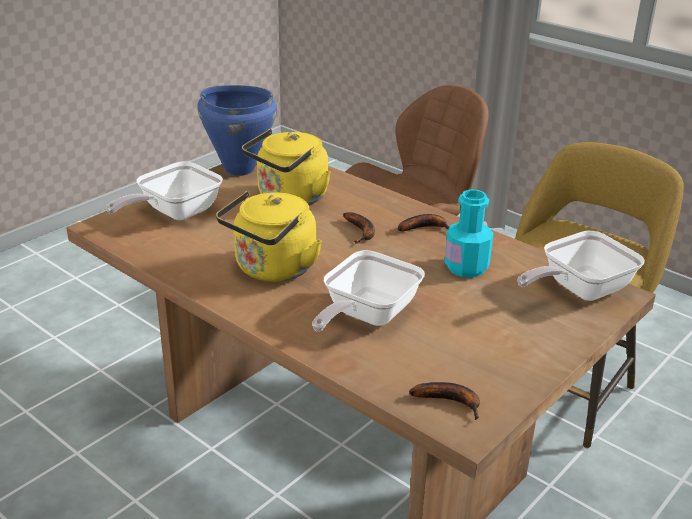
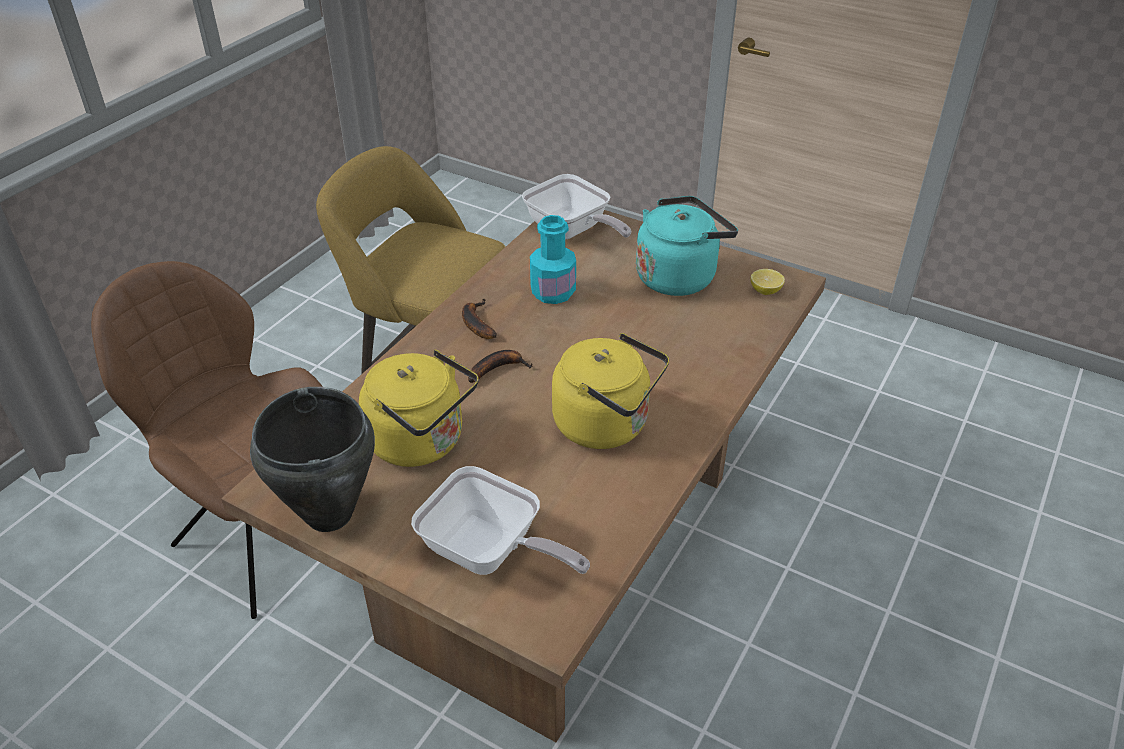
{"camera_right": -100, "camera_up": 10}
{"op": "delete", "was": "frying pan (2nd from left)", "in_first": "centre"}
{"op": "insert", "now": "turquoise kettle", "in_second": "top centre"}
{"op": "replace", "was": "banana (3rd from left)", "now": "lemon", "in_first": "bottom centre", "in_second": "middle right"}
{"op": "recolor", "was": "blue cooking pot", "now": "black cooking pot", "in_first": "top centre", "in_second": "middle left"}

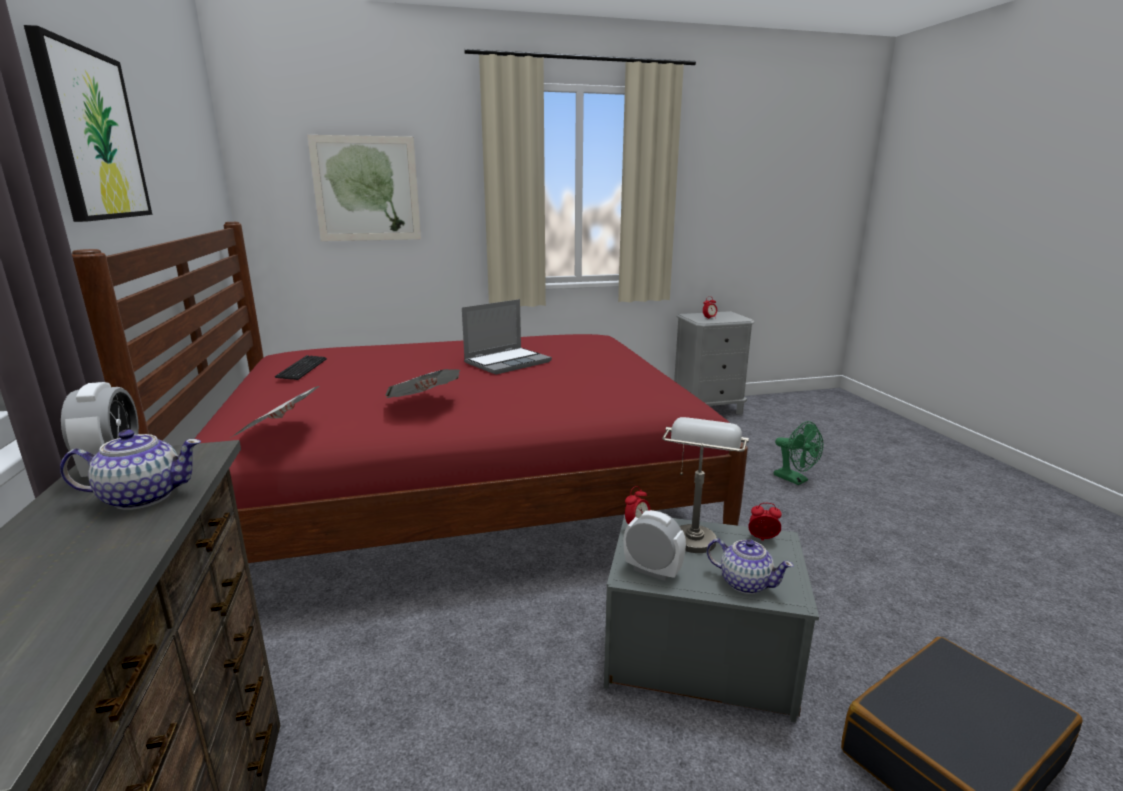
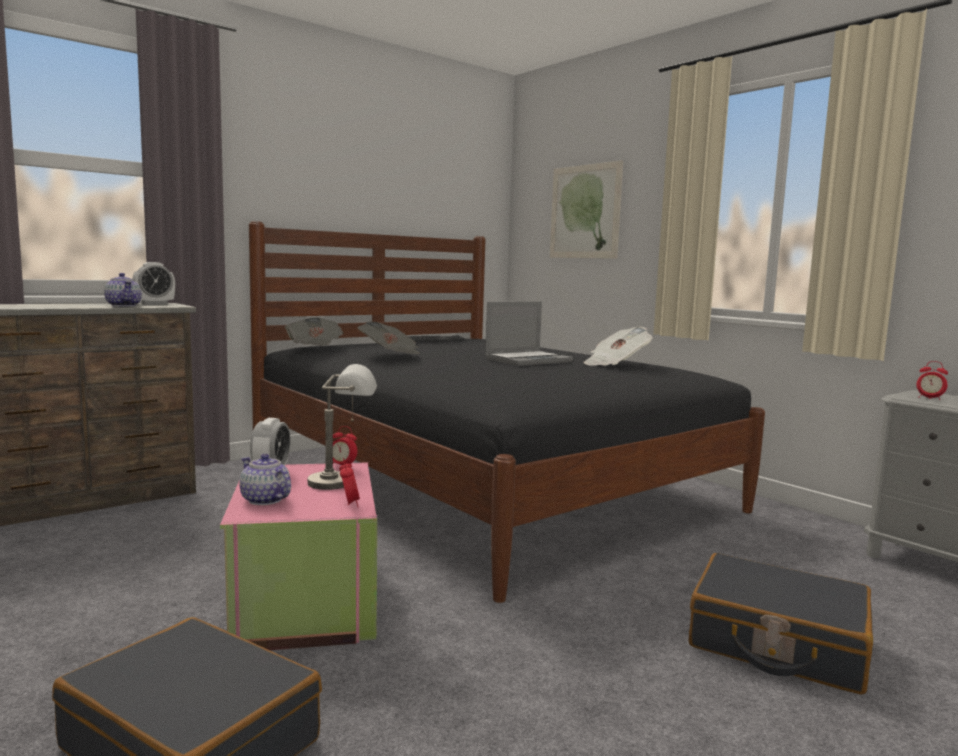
{"camera_right": 65, "camera_up": -10}
{"op": "delete", "was": "picture (1st from left)", "in_first": "top left"}
{"op": "insert", "now": "newspaper (3rd from left)", "in_second": "centre"}
{"op": "replace", "was": "green fan", "now": "black suitcase (2nd from left)", "in_first": "middle right", "in_second": "bottom right"}
{"op": "recolor", "was": "red bed", "now": "black bed", "in_first": "centre", "in_second": "centre"}
{"op": "recolor", "was": "grey storage box", "now": "pink storage box", "in_first": "bottom centre", "in_second": "bottom left"}
{"op": "rotate", "was": "laptop", "in_first": "centre", "in_second": "centre", "clockwise": -60}
{"op": "rotate", "was": "teapot (2nd from left)", "in_first": "bottom right", "in_second": "middle left", "clockwise": 120}

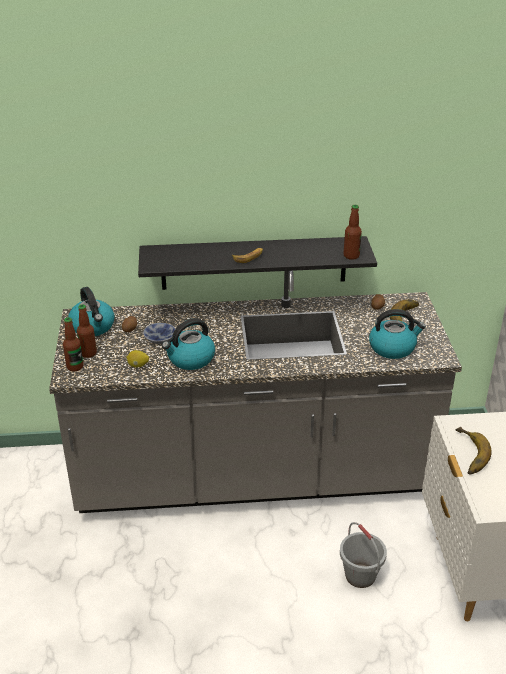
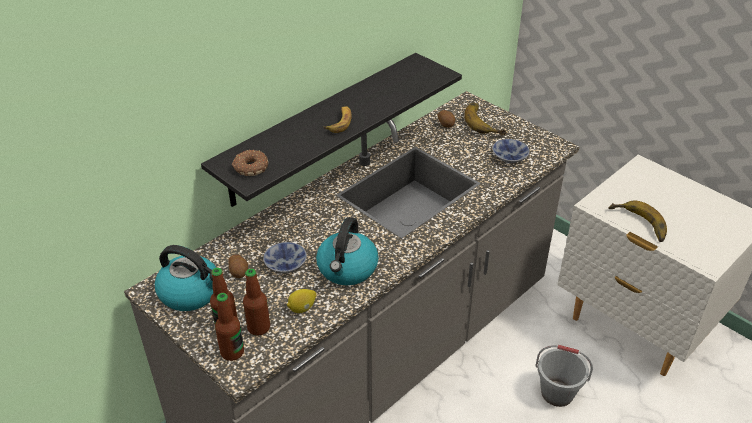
{"camera_right": -40, "camera_up": 5}
{"op": "insert", "now": "donut", "in_second": "middle left"}
{"op": "move", "was": "bottle (3rd from left)", "in_first": "middle right", "in_second": "bottom centre"}
{"op": "replace", "was": "kettle (3rd from left)", "now": "bowl (2nd from left)", "in_first": "middle right", "in_second": "middle right"}

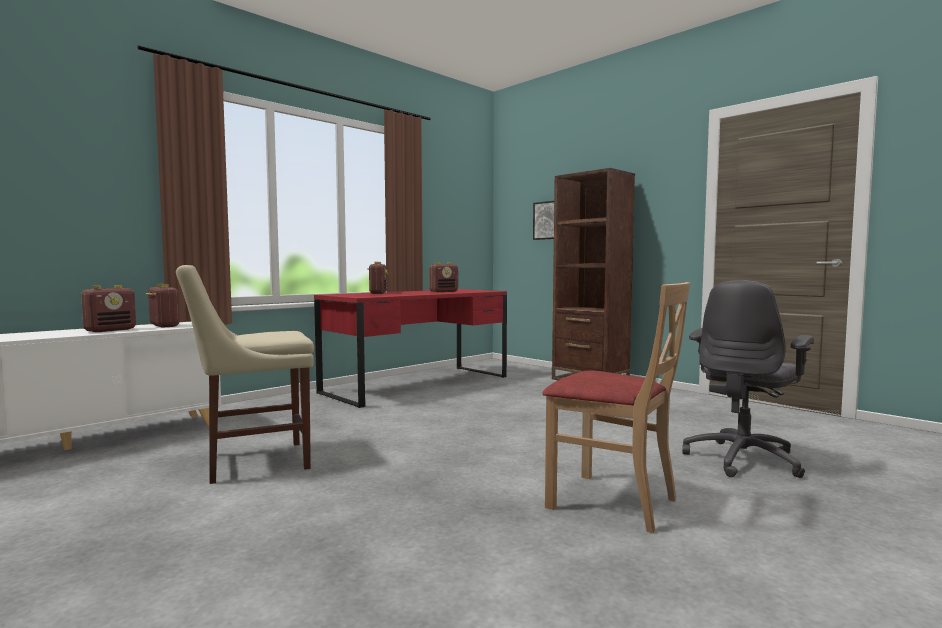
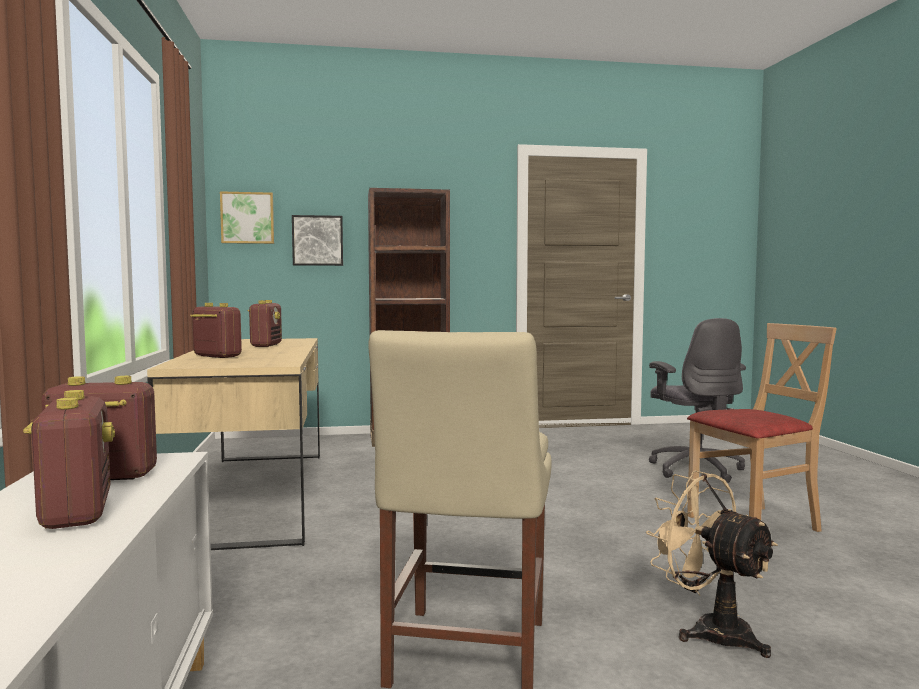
{"camera_right": -55, "camera_up": 0}
{"op": "insert", "now": "picture (1st from left)", "in_second": "top left"}
{"op": "insert", "now": "beige fan", "in_second": "bottom right"}
{"op": "recolor", "was": "red desk", "now": "beige desk", "in_first": "centre", "in_second": "middle left"}

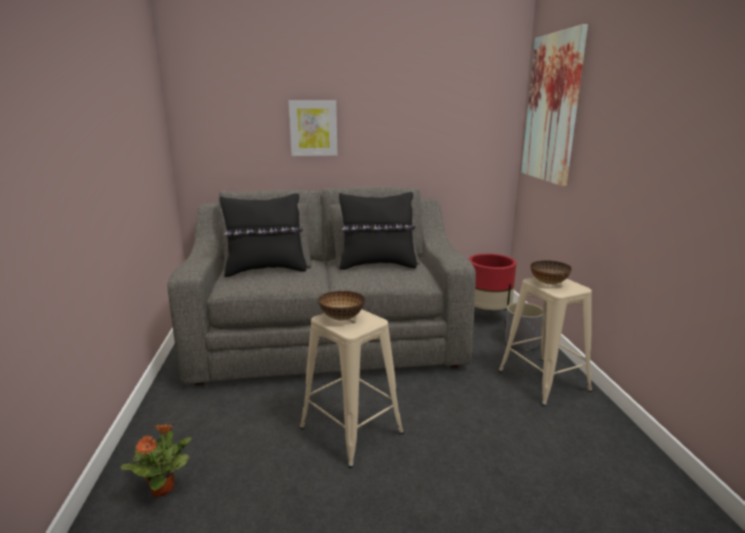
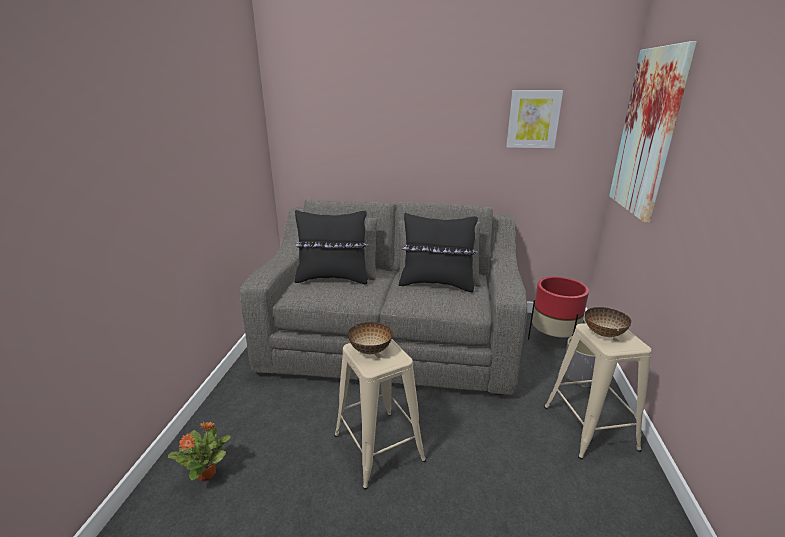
{"camera_right": 15, "camera_up": 5}
{"op": "move", "was": "picture (1st from left)", "in_first": "top centre", "in_second": "top right"}

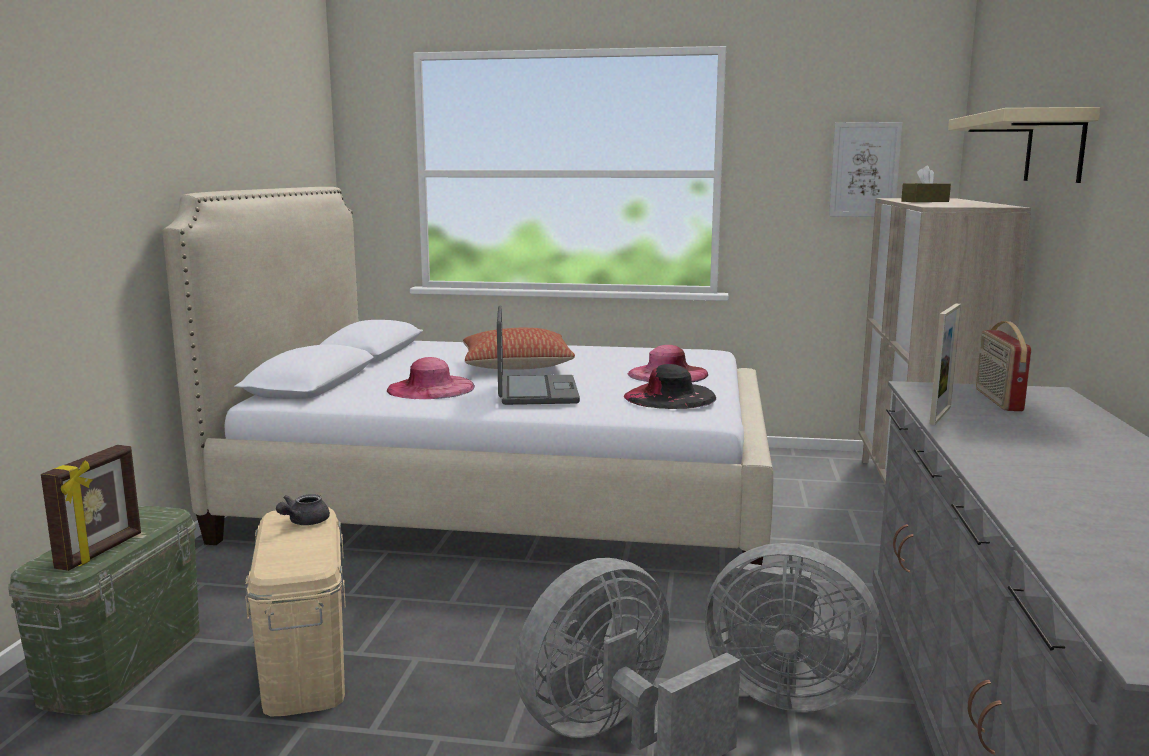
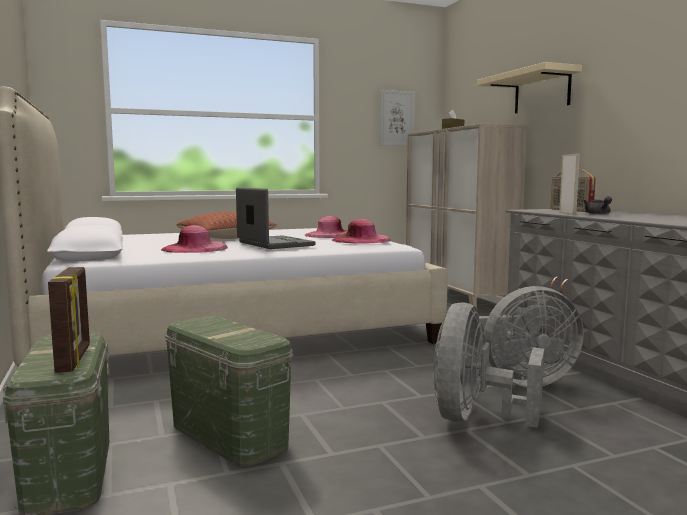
{"camera_right": -30, "camera_up": -5}
{"op": "move", "was": "grey teapot", "in_first": "bottom left", "in_second": "middle right"}
{"op": "recolor", "was": "beige storage box", "now": "green storage box (2nd from left)", "in_first": "bottom left", "in_second": "bottom centre"}
{"op": "recolor", "was": "black hat", "now": "pink hat (3rd from left)", "in_first": "centre", "in_second": "centre"}

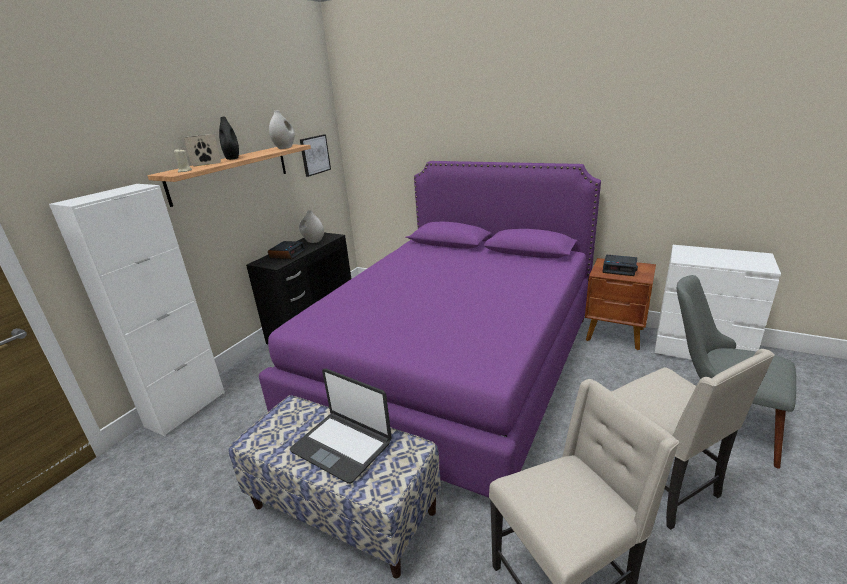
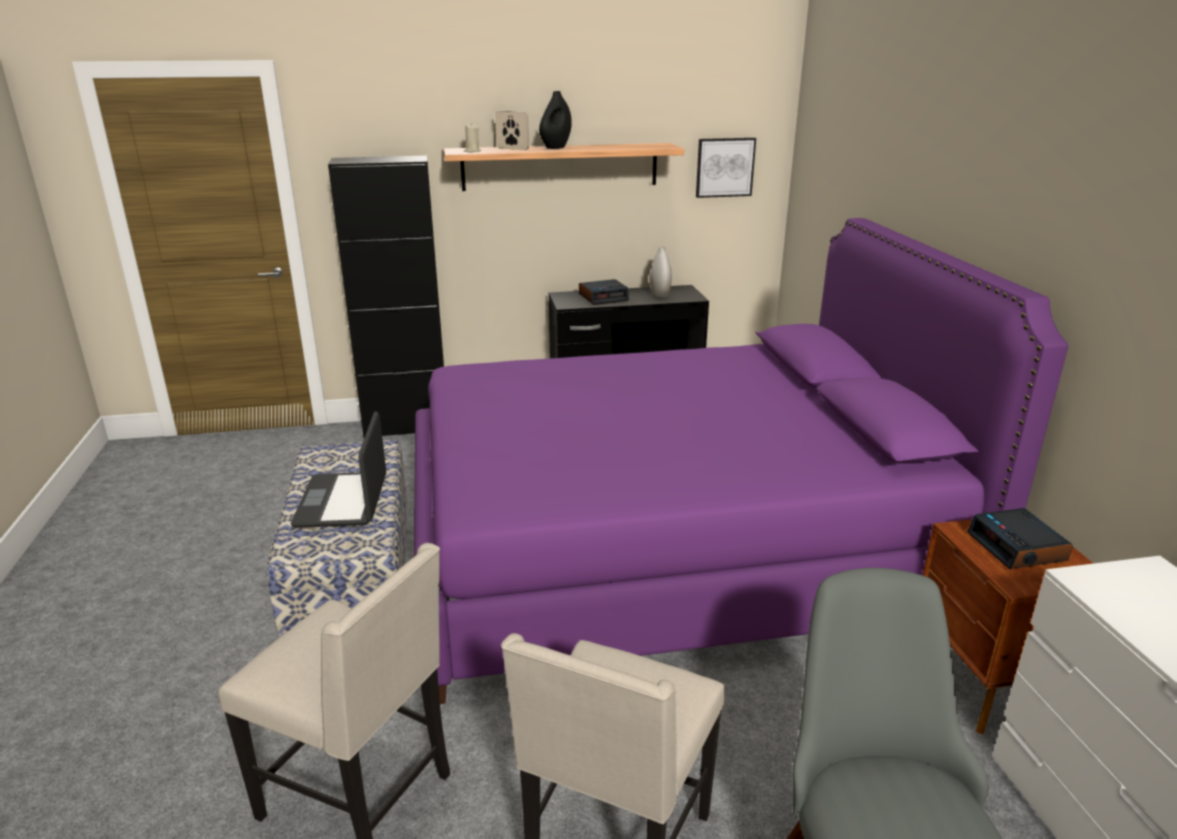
{"camera_right": 50, "camera_up": 0}
{"op": "delete", "was": "white vase (1st from left)", "in_first": "top left"}
{"op": "recolor", "was": "white cabinet", "now": "black cabinet", "in_first": "middle left", "in_second": "middle left"}

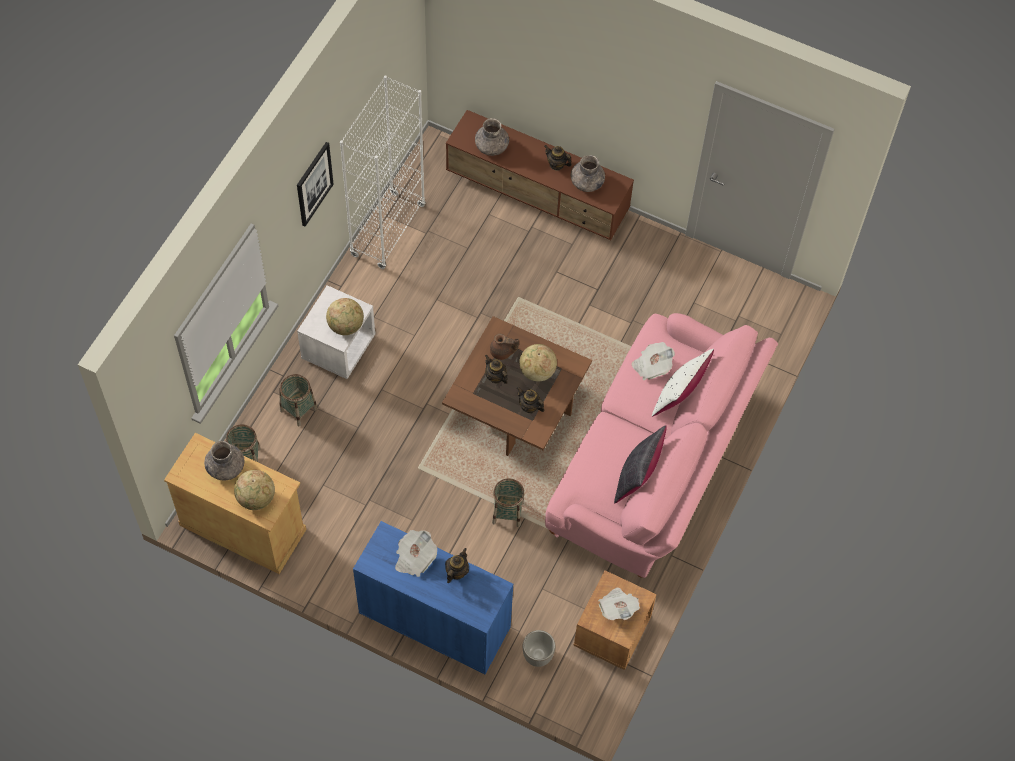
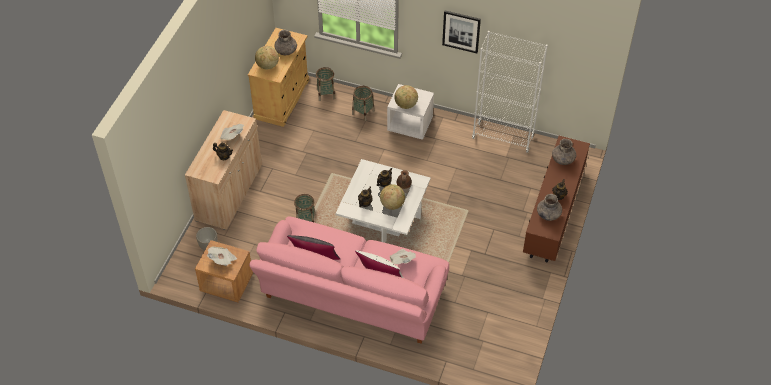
{"camera_right": 85, "camera_up": -10}
{"op": "recolor", "was": "blue cabinet", "now": "beige cabinet (1st from left)", "in_first": "bottom centre", "in_second": "middle left"}
{"op": "recolor", "was": "brown coffee table", "now": "white coffee table", "in_first": "centre", "in_second": "centre"}

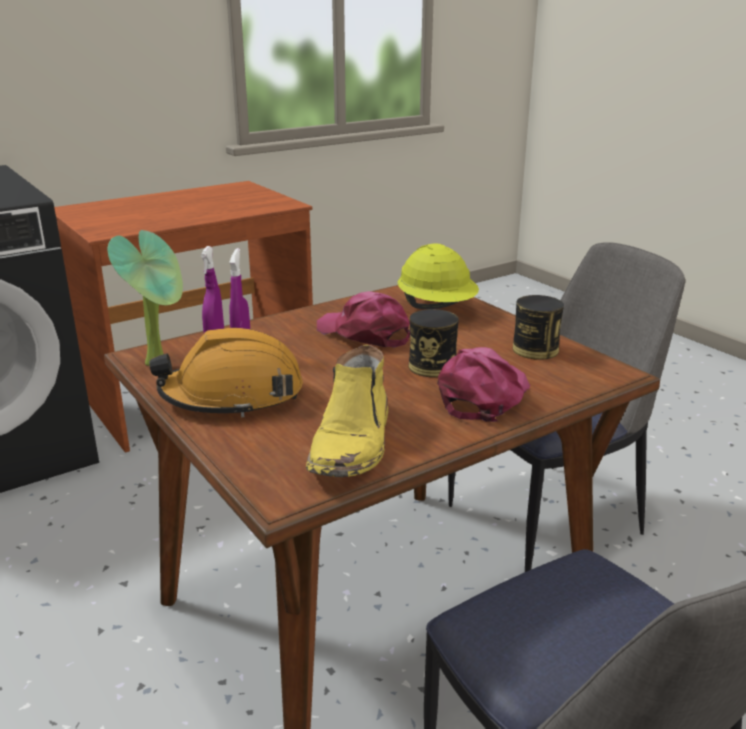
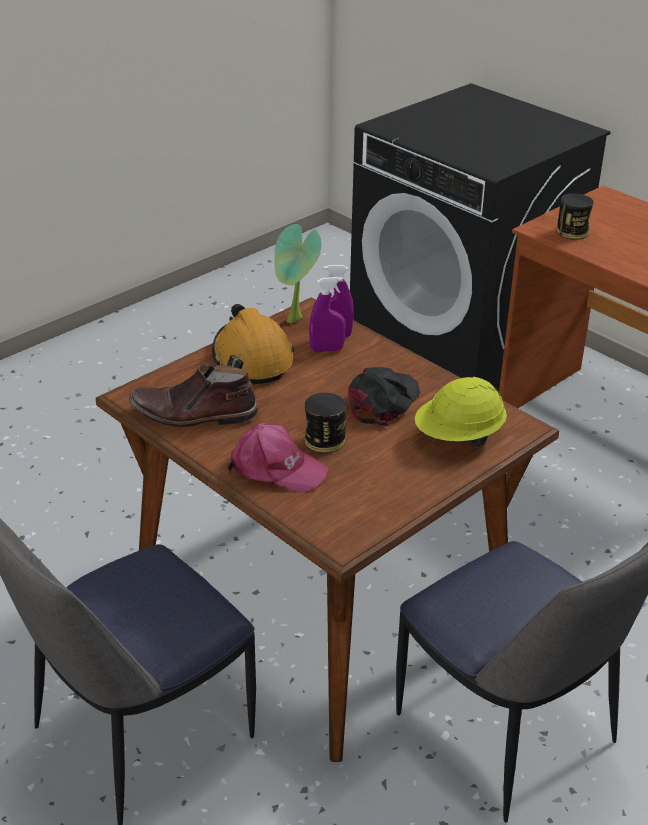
{"camera_right": 80, "camera_up": 10}
{"op": "move", "was": "can (2nd from left)", "in_first": "middle right", "in_second": "top right"}
{"op": "recolor", "was": "yellow boot", "now": "brown boot", "in_first": "centre", "in_second": "middle left"}
{"op": "recolor", "was": "pink cap (1st from left)", "now": "black cap", "in_first": "centre", "in_second": "centre"}

